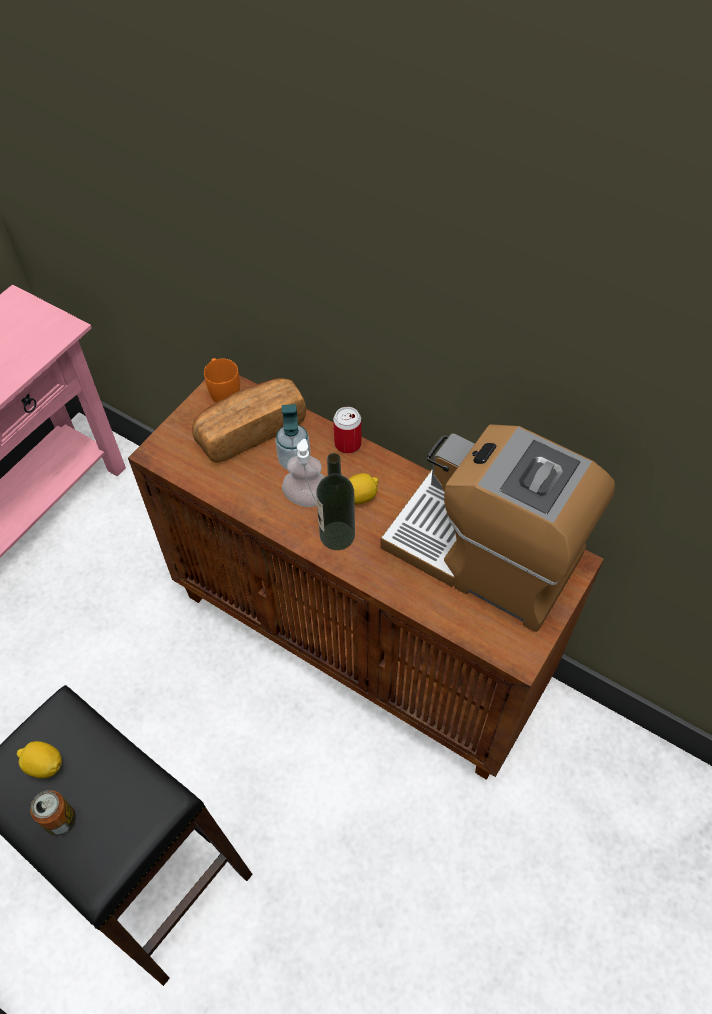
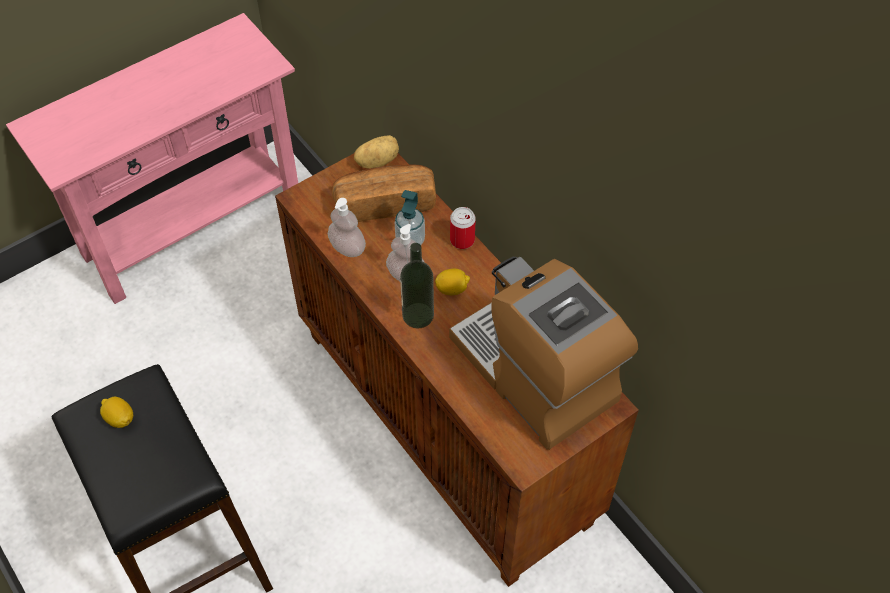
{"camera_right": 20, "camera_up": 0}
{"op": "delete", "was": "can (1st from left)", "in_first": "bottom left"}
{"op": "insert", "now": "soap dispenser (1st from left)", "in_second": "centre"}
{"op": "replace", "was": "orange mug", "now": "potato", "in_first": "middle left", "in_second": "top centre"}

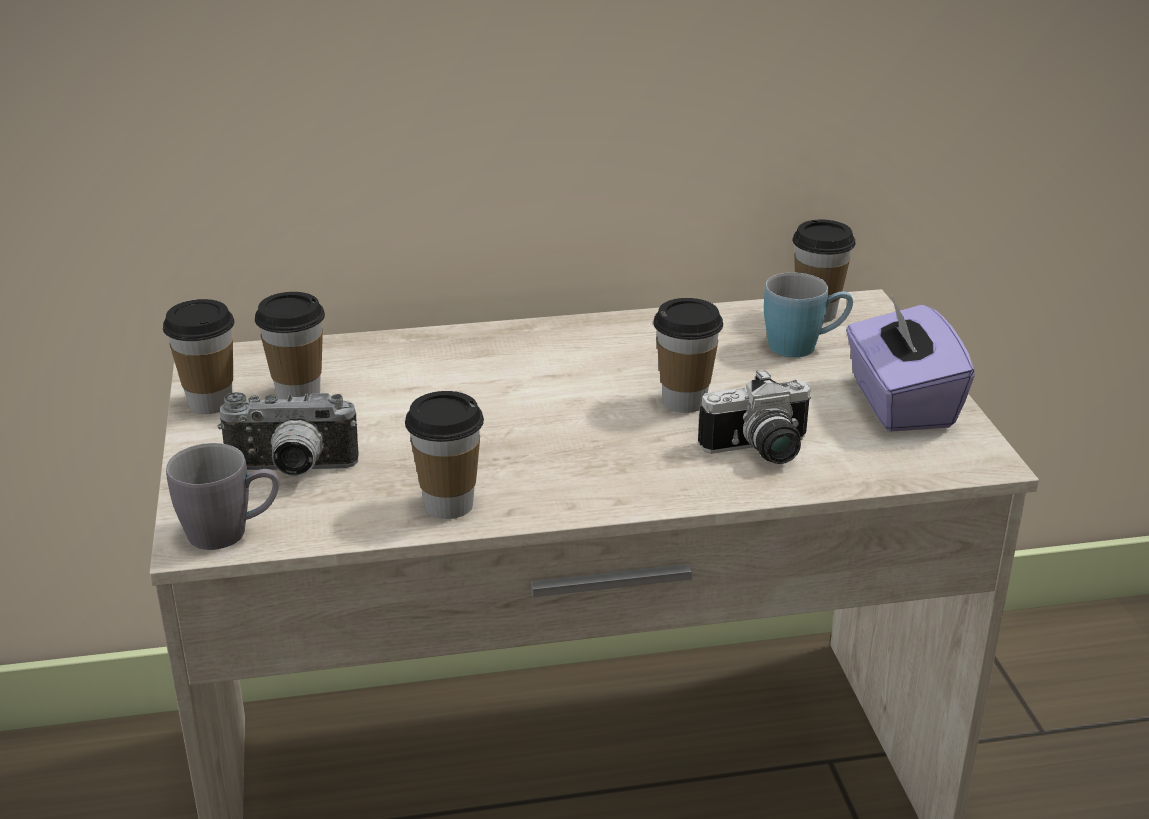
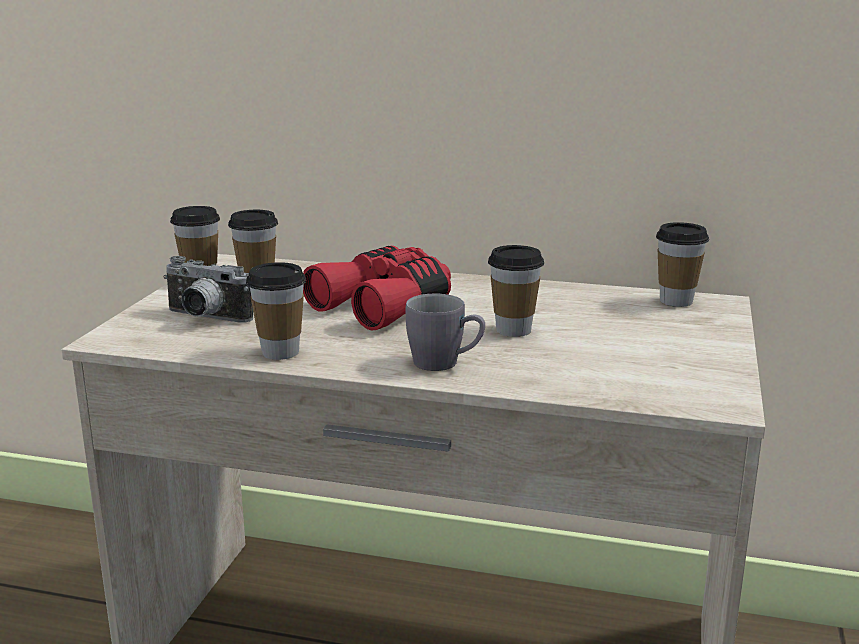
{"camera_right": 25, "camera_up": -10}
{"op": "delete", "was": "photo camera (2nd from left)", "in_first": "centre"}
{"op": "delete", "was": "blue mug", "in_first": "middle right"}
{"op": "delete", "was": "purple tissue box", "in_first": "middle right"}
{"op": "insert", "now": "red binoculars", "in_second": "centre"}
{"op": "move", "was": "grey mug", "in_first": "middle left", "in_second": "centre"}

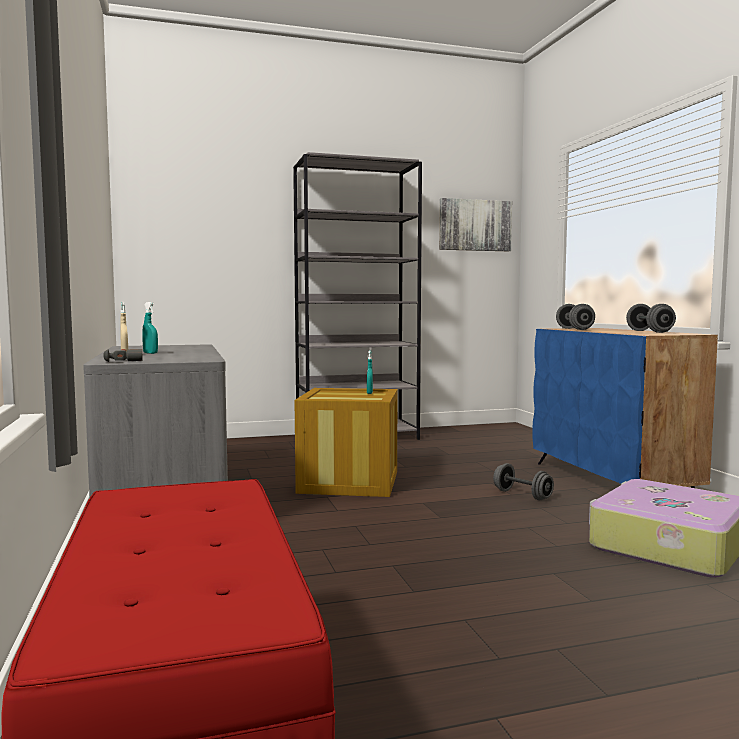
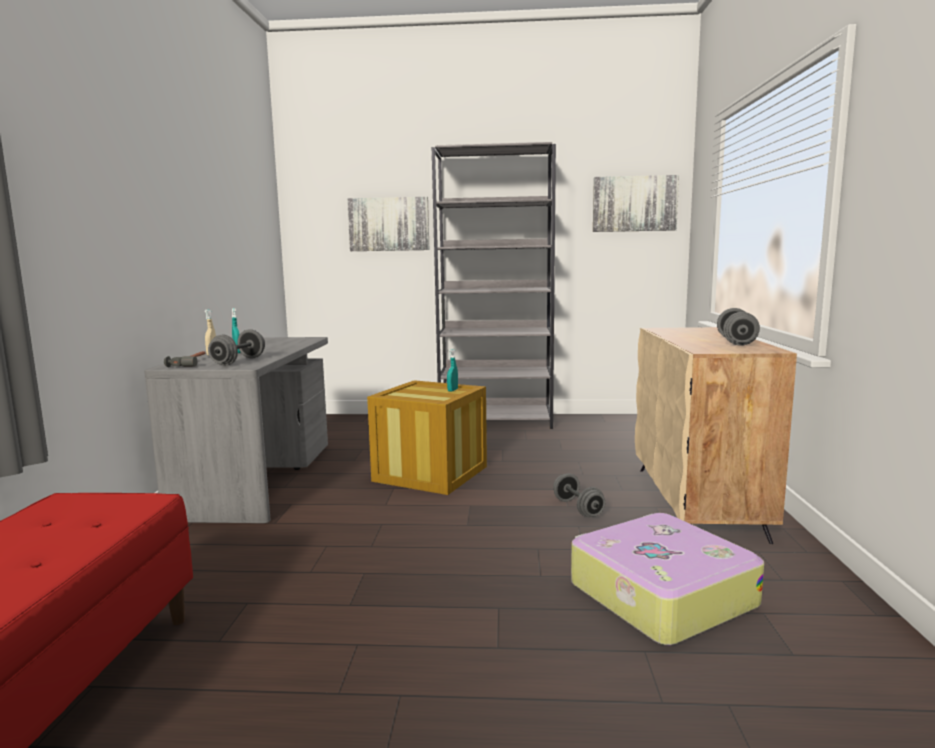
{"camera_right": 20, "camera_up": 5}
{"op": "insert", "now": "picture (1st from left)", "in_second": "top centre"}
{"op": "move", "was": "grey dumbbell (2nd from left in the first image)", "now": "grey dumbbell (1st from left)", "in_first": "middle right", "in_second": "middle left"}
{"op": "recolor", "was": "blue cabinet", "now": "beige cabinet", "in_first": "middle right", "in_second": "middle right"}

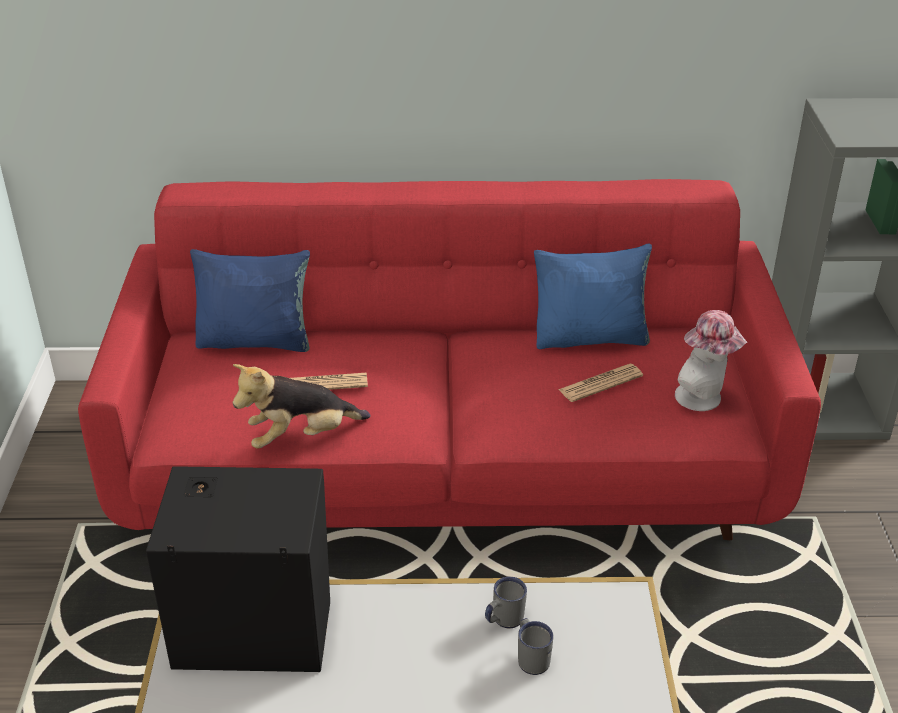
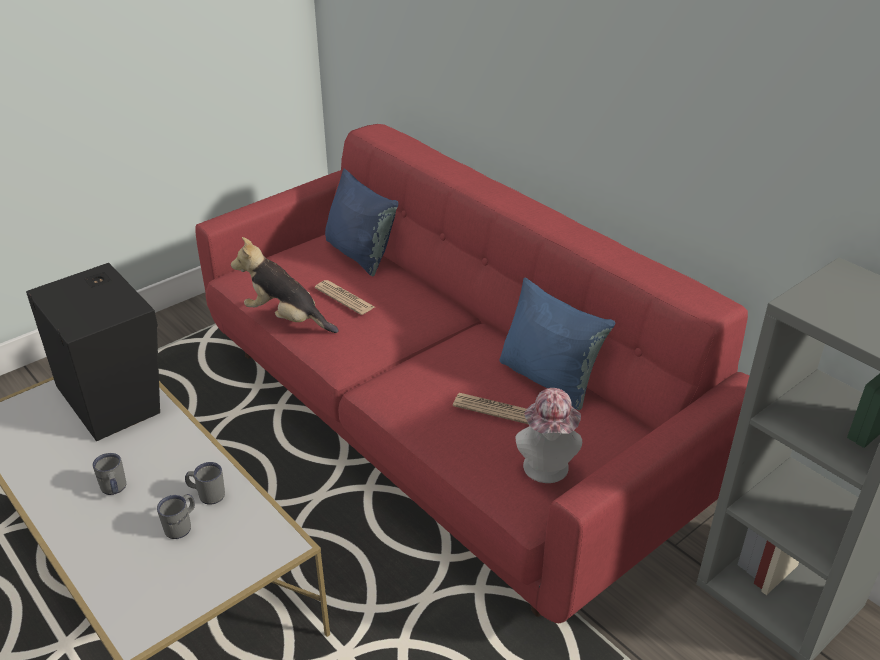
{"camera_right": 50, "camera_up": 0}
{"op": "insert", "now": "grey mug (1st from left)", "in_second": "bottom left"}

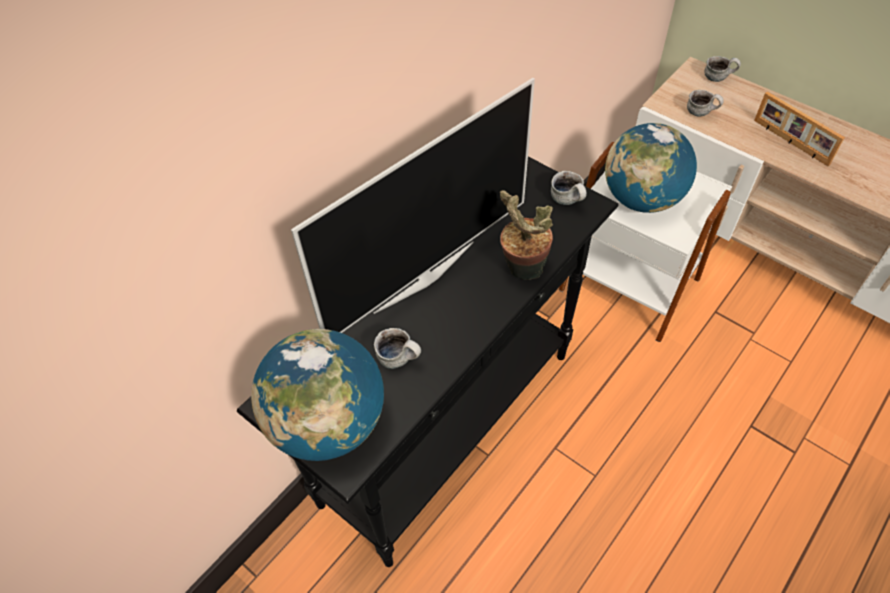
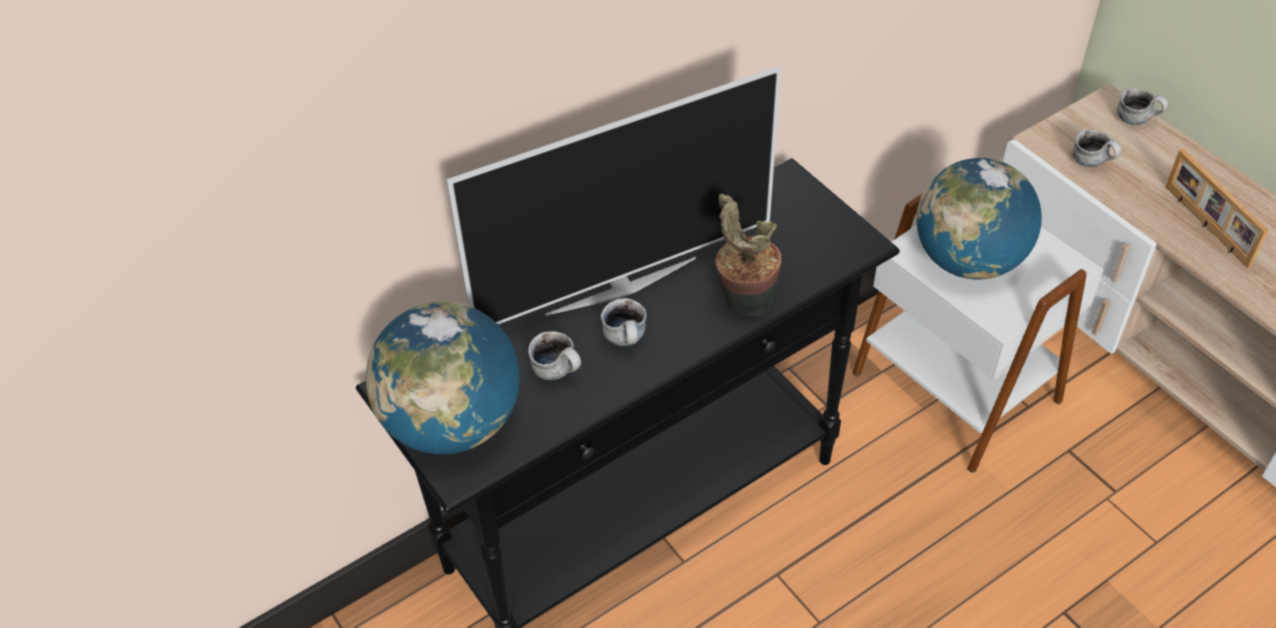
{"camera_right": 15, "camera_up": -5}
{"op": "move", "was": "mug (2nd from left)", "in_first": "top centre", "in_second": "centre"}

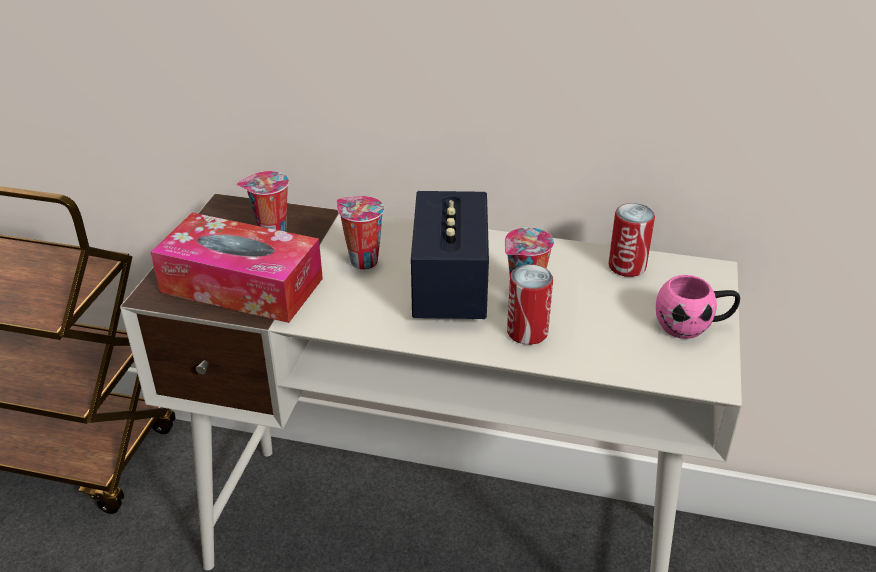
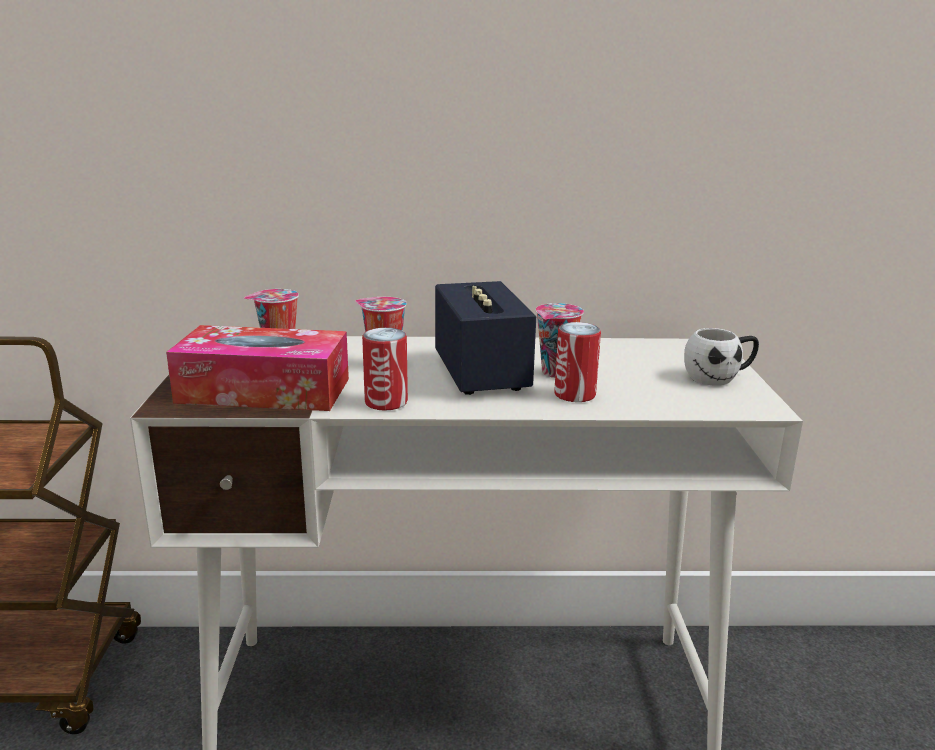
{"camera_right": -15, "camera_up": -15}
{"op": "move", "was": "can (2nd from left in the first image)", "now": "can (1st from left)", "in_first": "middle right", "in_second": "centre"}
{"op": "recolor", "was": "pink mug", "now": "white mug", "in_first": "middle right", "in_second": "middle right"}

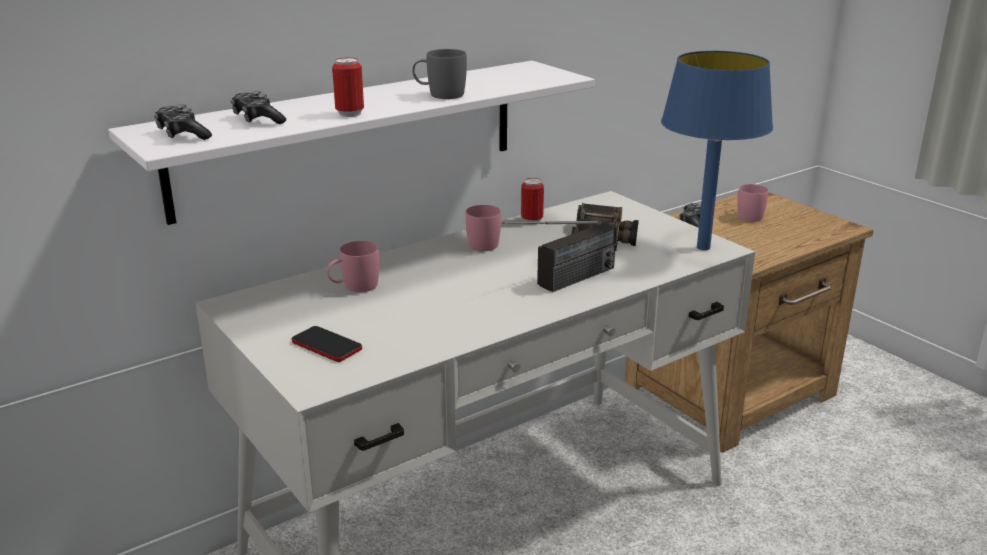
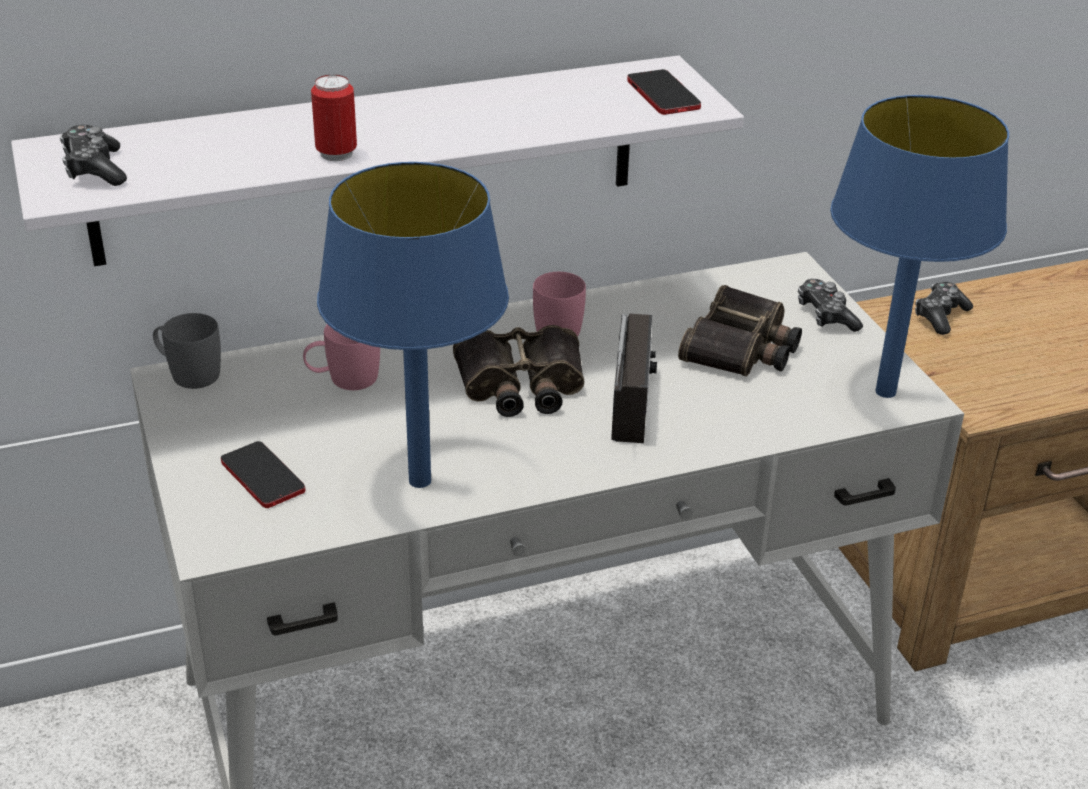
{"camera_right": 15, "camera_up": 10}
{"op": "delete", "was": "can (2nd from left)", "in_first": "centre"}
{"op": "delete", "was": "pink mug (3rd from left)", "in_first": "middle right"}
{"op": "insert", "now": "blue table lamp (1st from left)", "in_second": "centre"}
{"op": "insert", "now": "binoculars (1st from left)", "in_second": "centre"}
{"op": "insert", "now": "phone (2nd from left)", "in_second": "top centre"}
{"op": "move", "was": "game controller (2nd from left)", "in_first": "top left", "in_second": "middle right"}
{"op": "move", "was": "grey mug", "in_first": "top centre", "in_second": "middle left"}
{"op": "rotate", "was": "radio", "in_first": "centre", "in_second": "centre", "clockwise": -60}

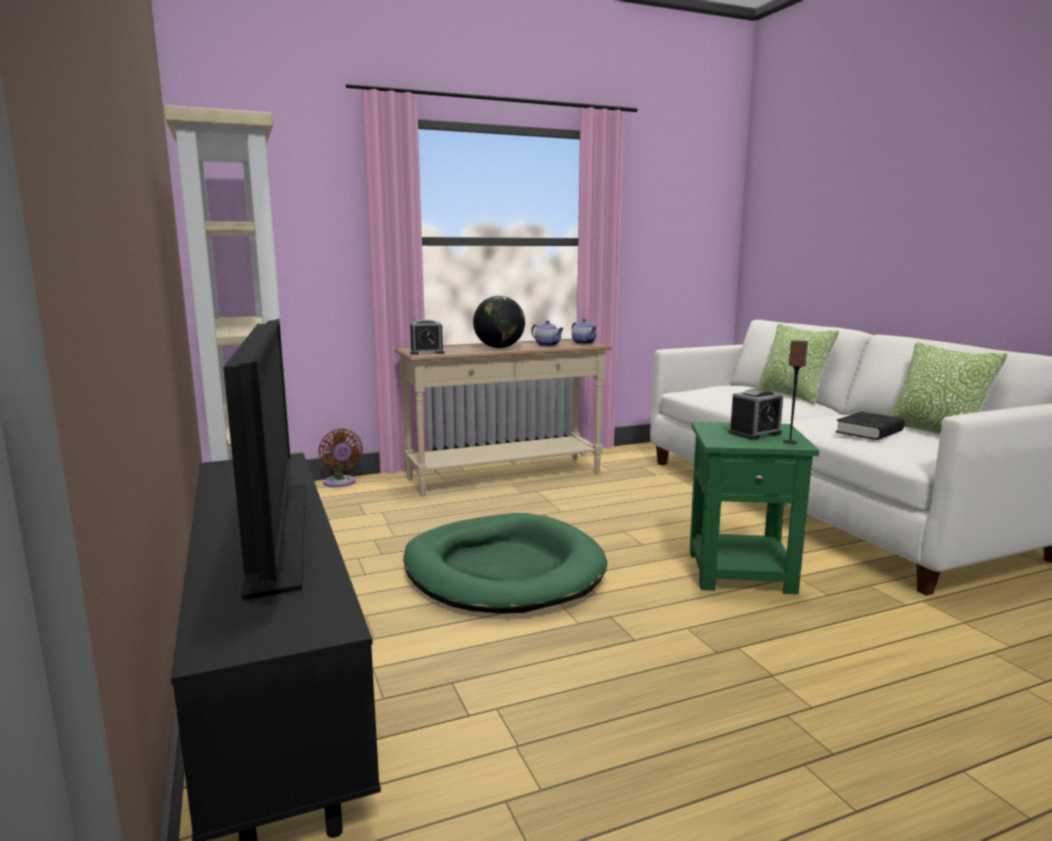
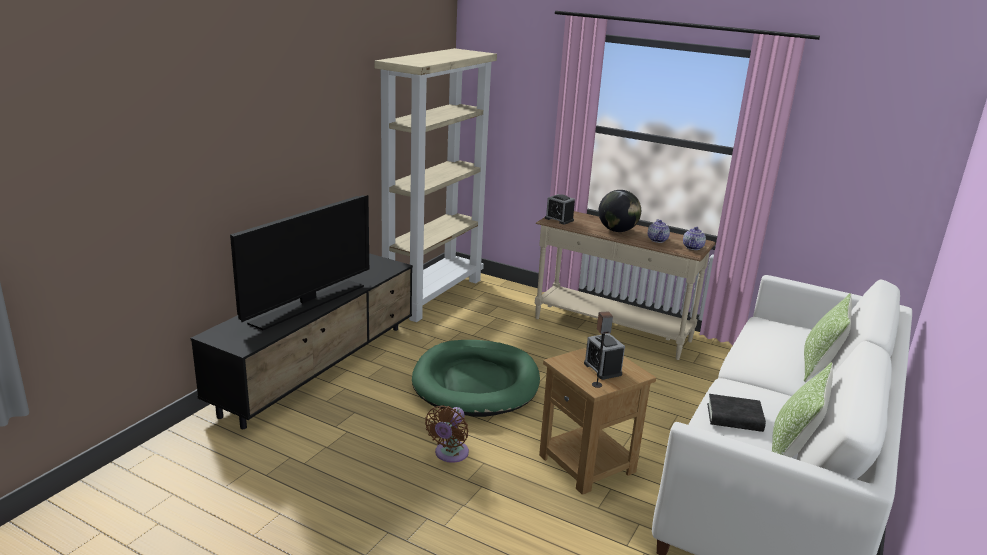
{"camera_right": 50, "camera_up": 10}
{"op": "move", "was": "brown fan", "in_first": "middle left", "in_second": "bottom centre"}
{"op": "recolor", "was": "green side table", "now": "brown side table", "in_first": "middle right", "in_second": "bottom centre"}
{"op": "rotate", "was": "alarm clock (2nd from left)", "in_first": "middle right", "in_second": "centre", "clockwise": 45}

